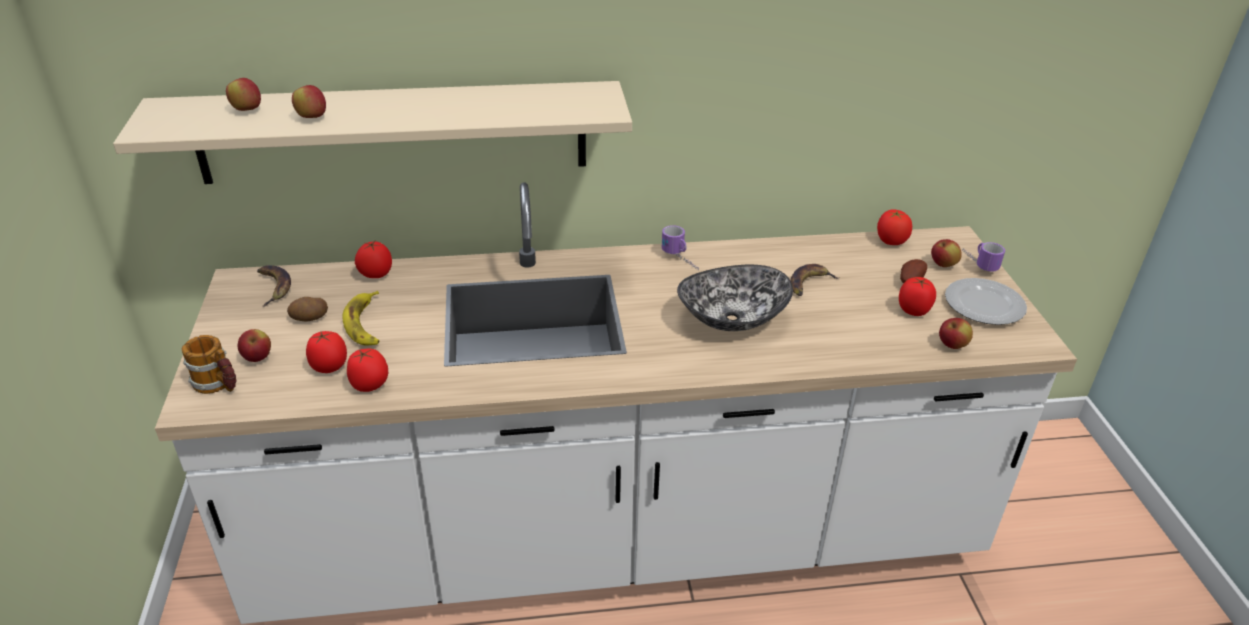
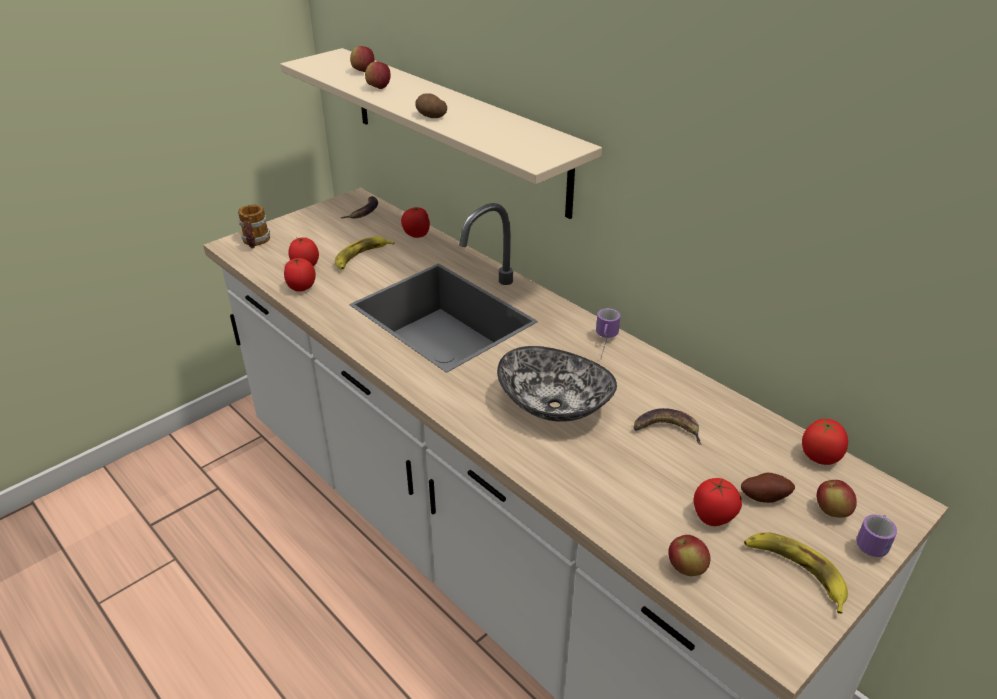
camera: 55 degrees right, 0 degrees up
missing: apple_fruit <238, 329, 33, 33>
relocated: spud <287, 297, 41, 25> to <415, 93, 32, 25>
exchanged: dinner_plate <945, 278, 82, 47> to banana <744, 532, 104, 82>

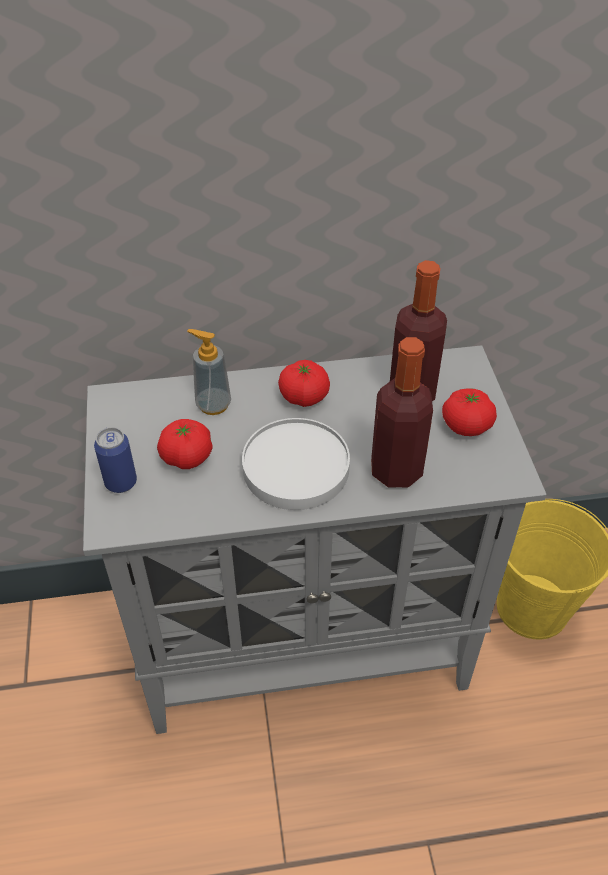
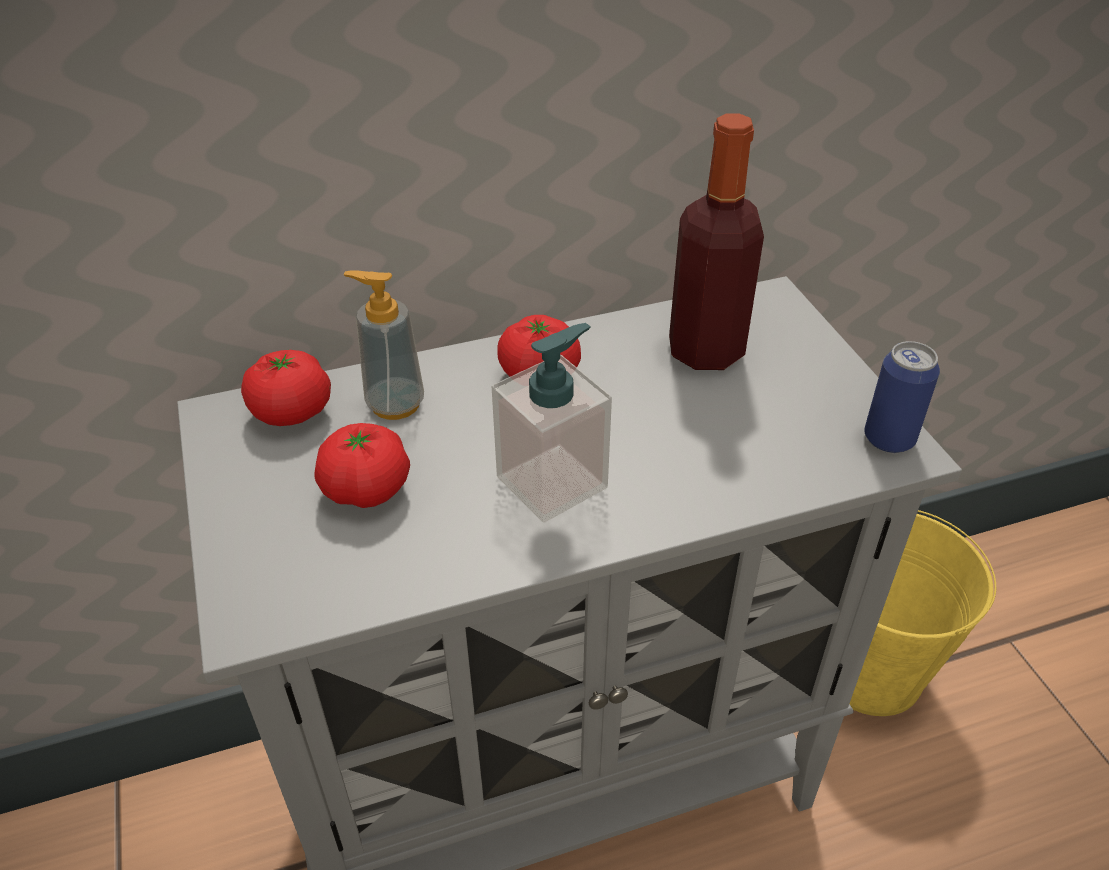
camera: 10 degrees left, 5 degrees down
missing: bottle <371, 337, 62, 151>
relocated: fresh_tomato <442, 388, 55, 48> to <241, 350, 90, 76>; metal_can <94, 427, 43, 66> to <864, 341, 76, 113>
exchanged: whitish_dinner_plate <242, 418, 108, 92> to soap_dispenser <492, 323, 120, 200>

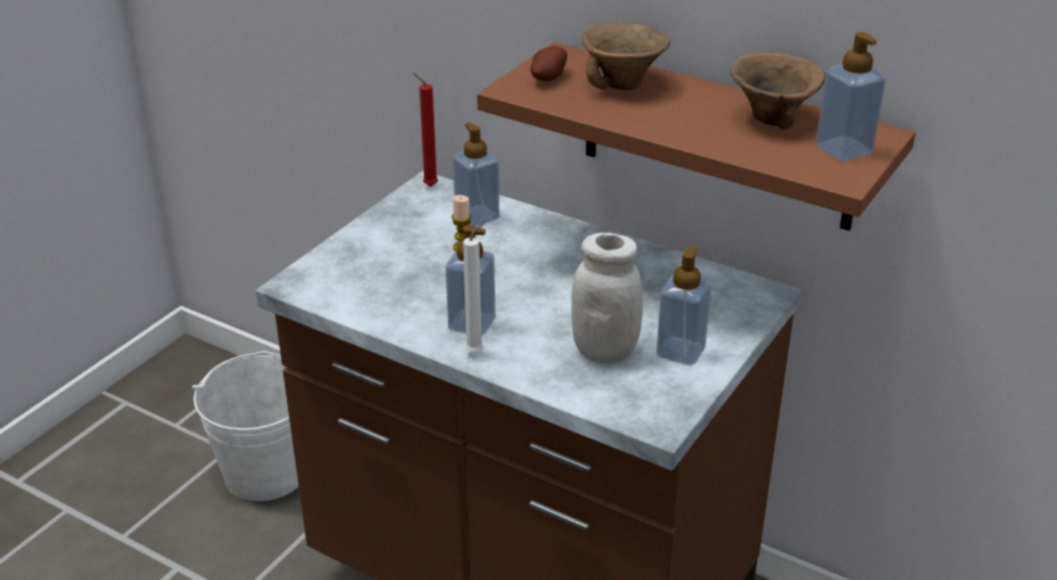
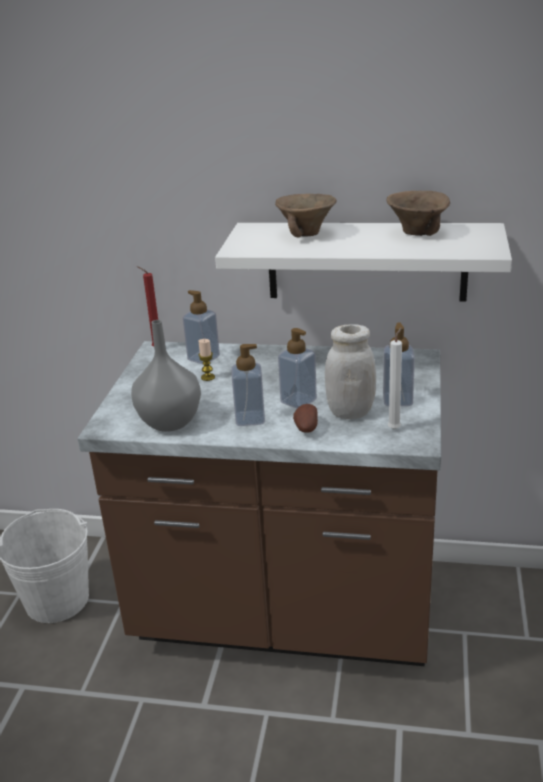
camera: 20 degrees left, 5 degrees down
appeared: grey_vase <131, 320, 70, 112>
relocated: soap_dispenser <816, 32, 70, 130> to <278, 328, 39, 81>; spud <530, 46, 37, 35> to <293, 404, 25, 29>; whitish_wax_light <463, 222, 21, 131> to <387, 328, 15, 102>
colour: brownish_shelf <477, 42, 439, 189> to whitish_shelf <215, 223, 297, 79>

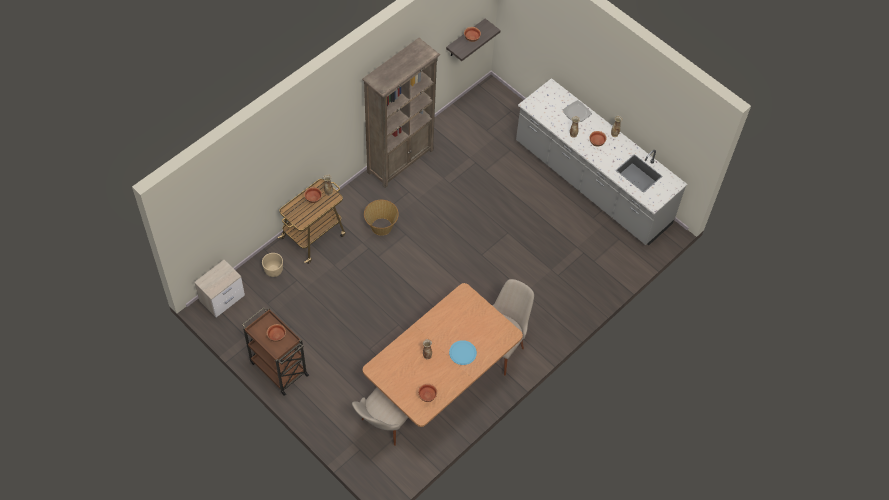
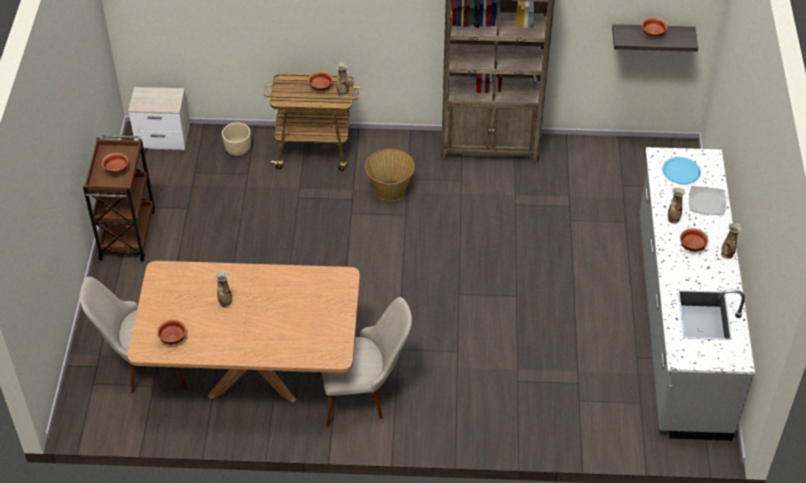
camera: 50 degrees right, 10 degrees down
relocated: blue_dinner_plate <449, 340, 28, 25> to <662, 157, 39, 27>

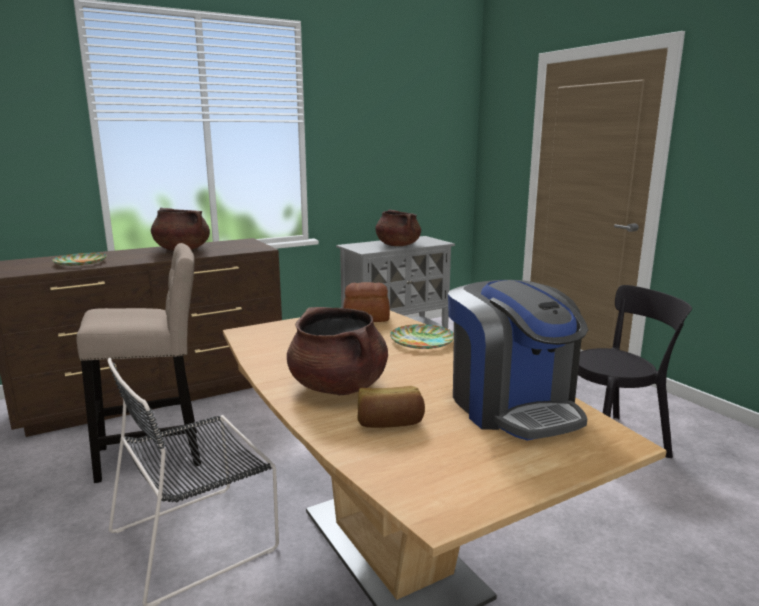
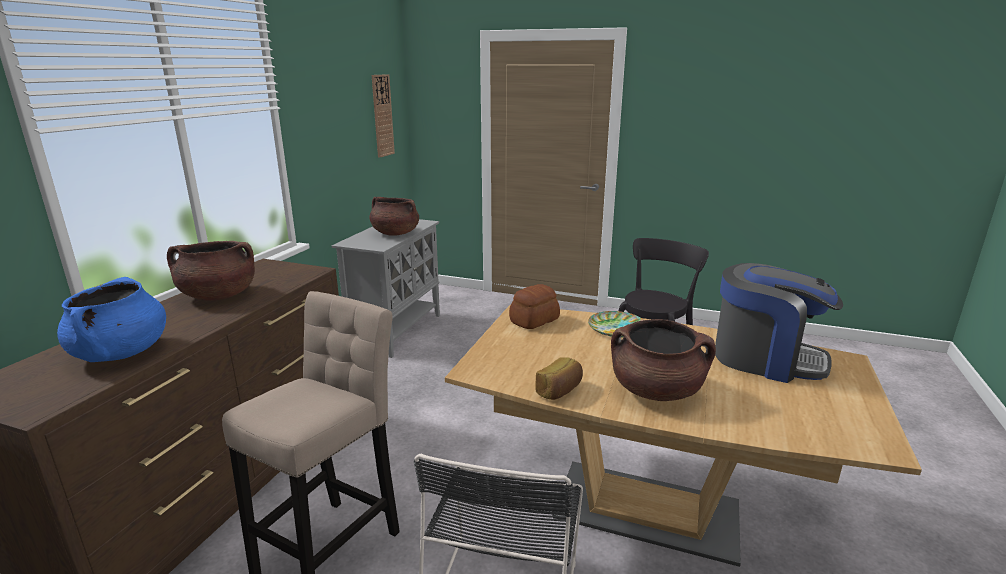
camera: 40 degrees left, 5 degrees up
appeared: wall_clock <372, 74, 23, 84>
relocated: bread <358, 386, 67, 42> to <535, 357, 48, 43>
exchanged: dinner_plate <52, 253, 55, 13> to blue_cooking_pot <57, 277, 109, 85>

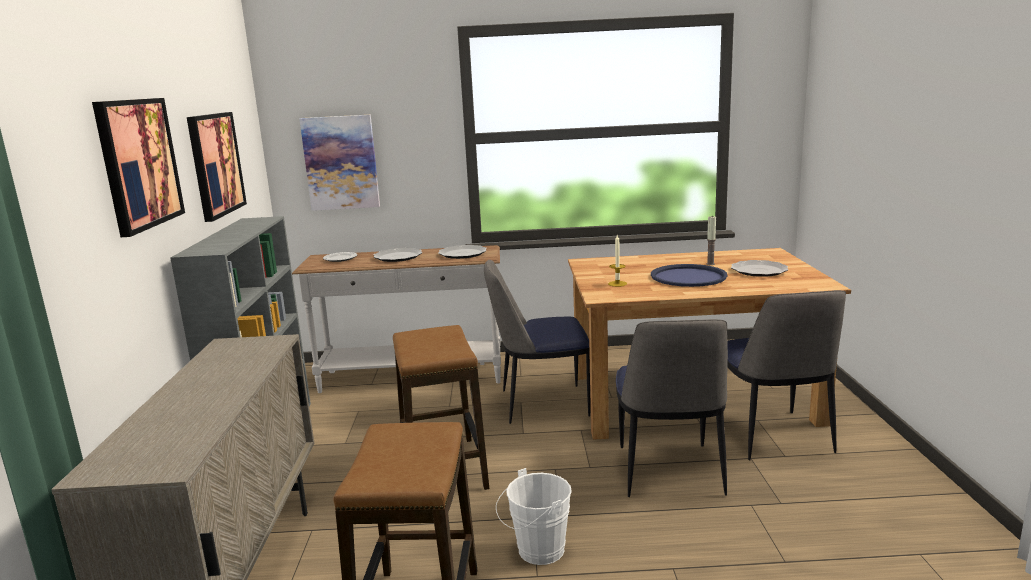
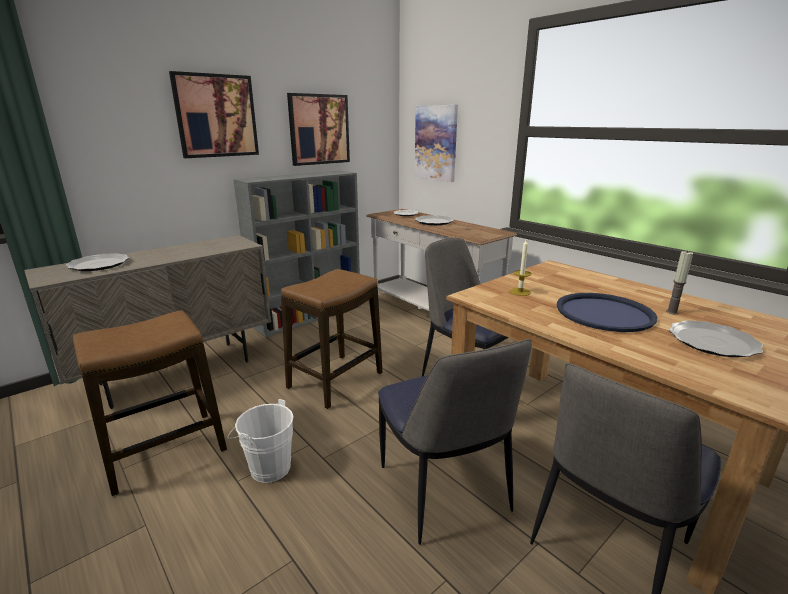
camera: 50 degrees right, 5 degrees up
relocated: dinner_plate <438, 245, 49, 14> to <66, 253, 63, 18>
spun: plain_chair <616, 319, 112, 178> = <378, 339, 154, 206> 75 degrees counterclockwise

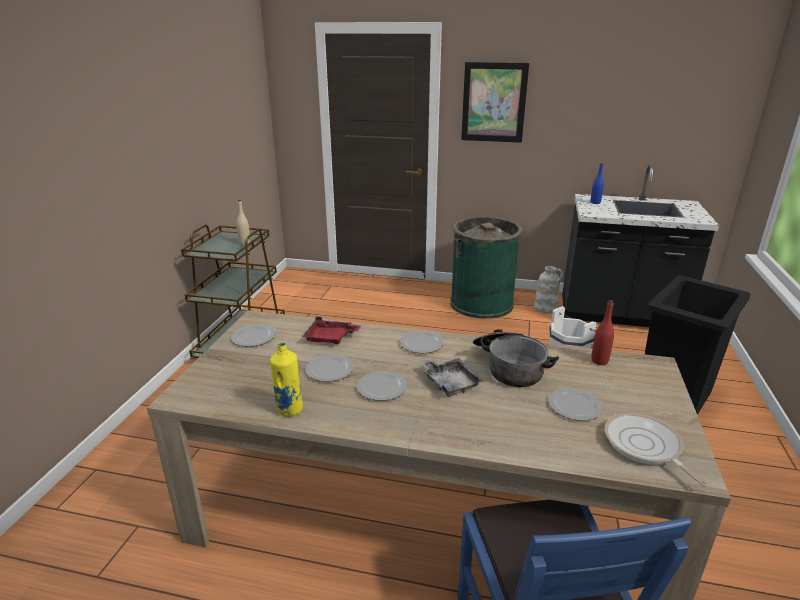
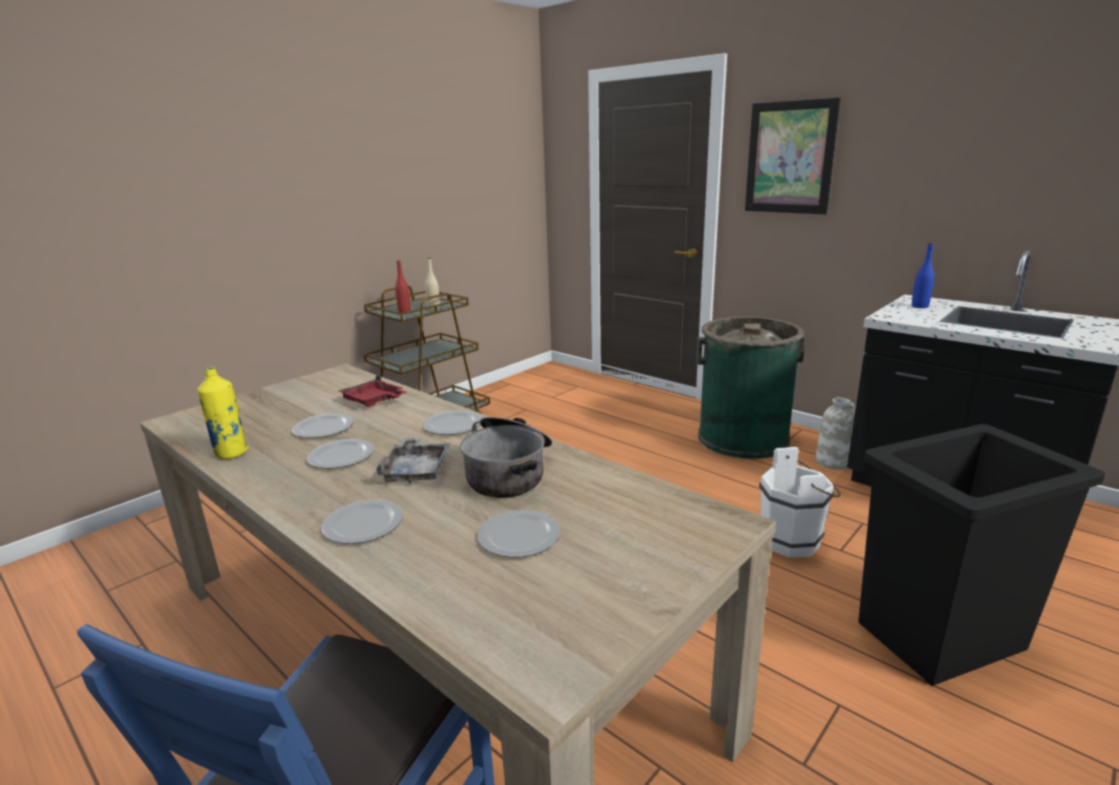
camera: 30 degrees right, 5 degrees down
missing: frying_pan <605, 413, 103, 74>
relocated: dinner_plate <231, 324, 45, 23> to <321, 500, 82, 44>; red_bottle <591, 300, 23, 65> to <395, 260, 16, 53>

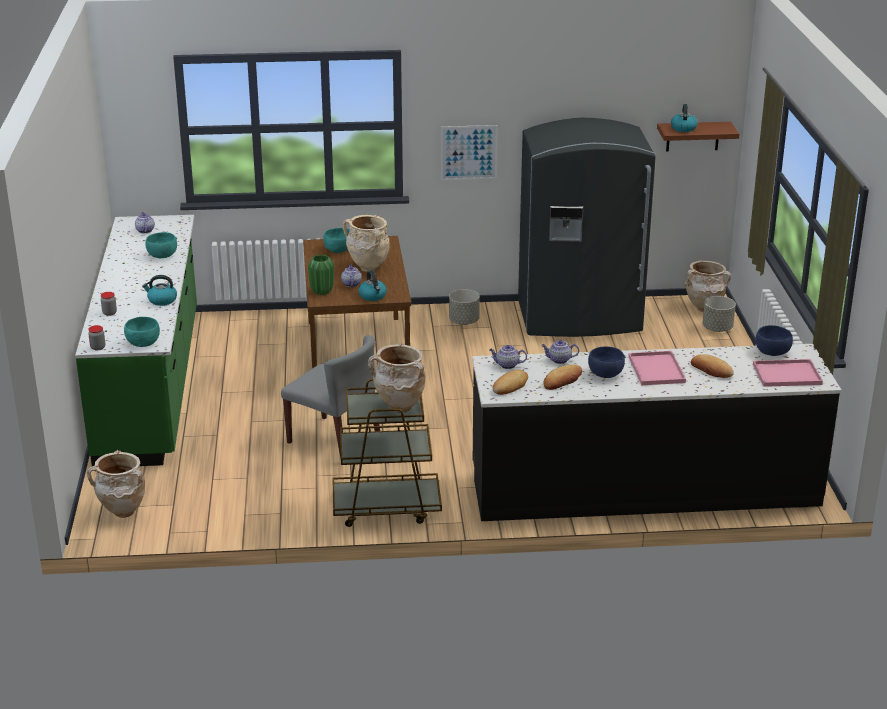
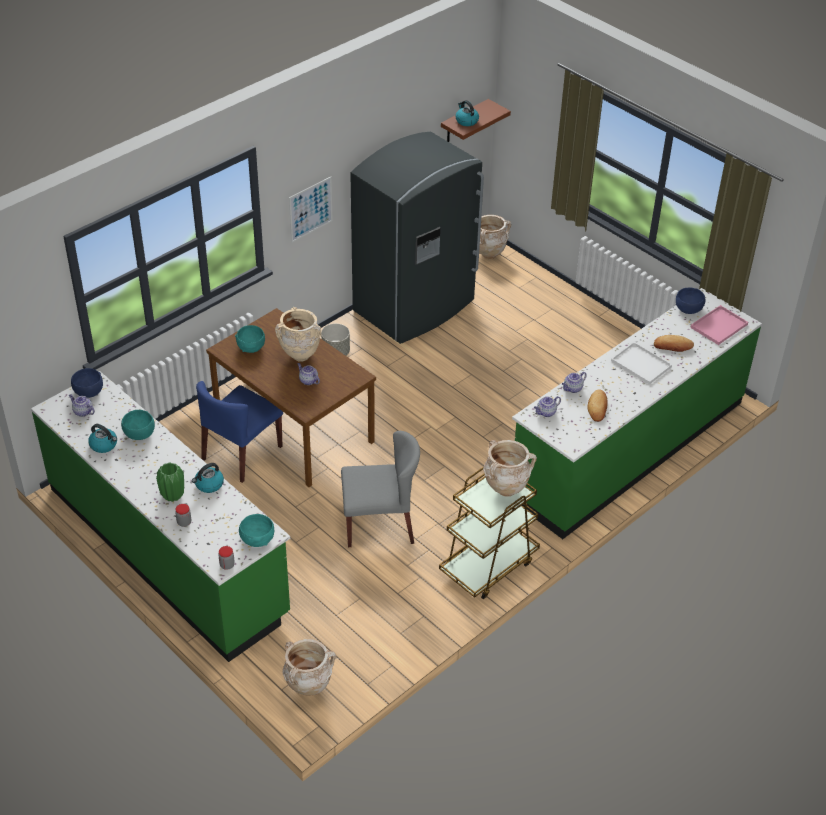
camera: 40 degrees left, 15 degrees up
missing: bread <493, 370, 35, 25>; grey_flower_pot <703, 296, 33, 36>
appeared: blue_plain_chair <196, 381, 87, 102>
relocated: blue_serving_bowl <588, 346, 38, 32> to <71, 368, 32, 30>; kettle <358, 271, 29, 30> to <88, 424, 29, 29>; greenish_vase <308, 255, 26, 40> to <156, 462, 28, 40>
colour: black_counter <472, 344, 369, 177> to greenish_counter <512, 288, 250, 251>; pink-coloured_serving_tray <628, 351, 58, 34> to whitish_serving_tray <611, 342, 61, 43>

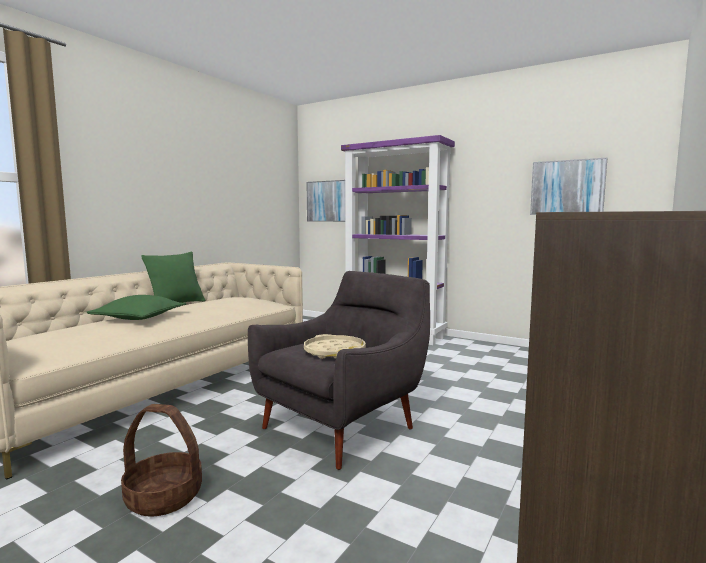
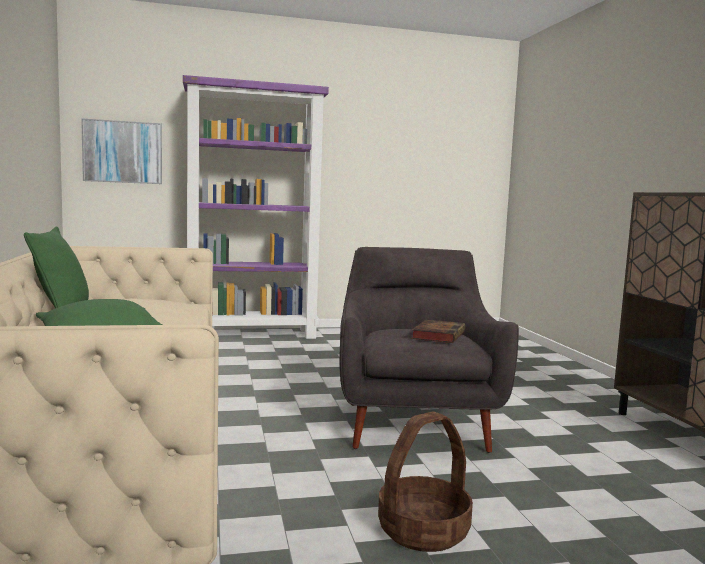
camera: 45 degrees left, 0 degrees up
missing: wall_art <530, 158, 77, 57>
exchanged: sand-coloured_serving_tray <304, 334, 62, 25> to book <411, 319, 54, 24>

